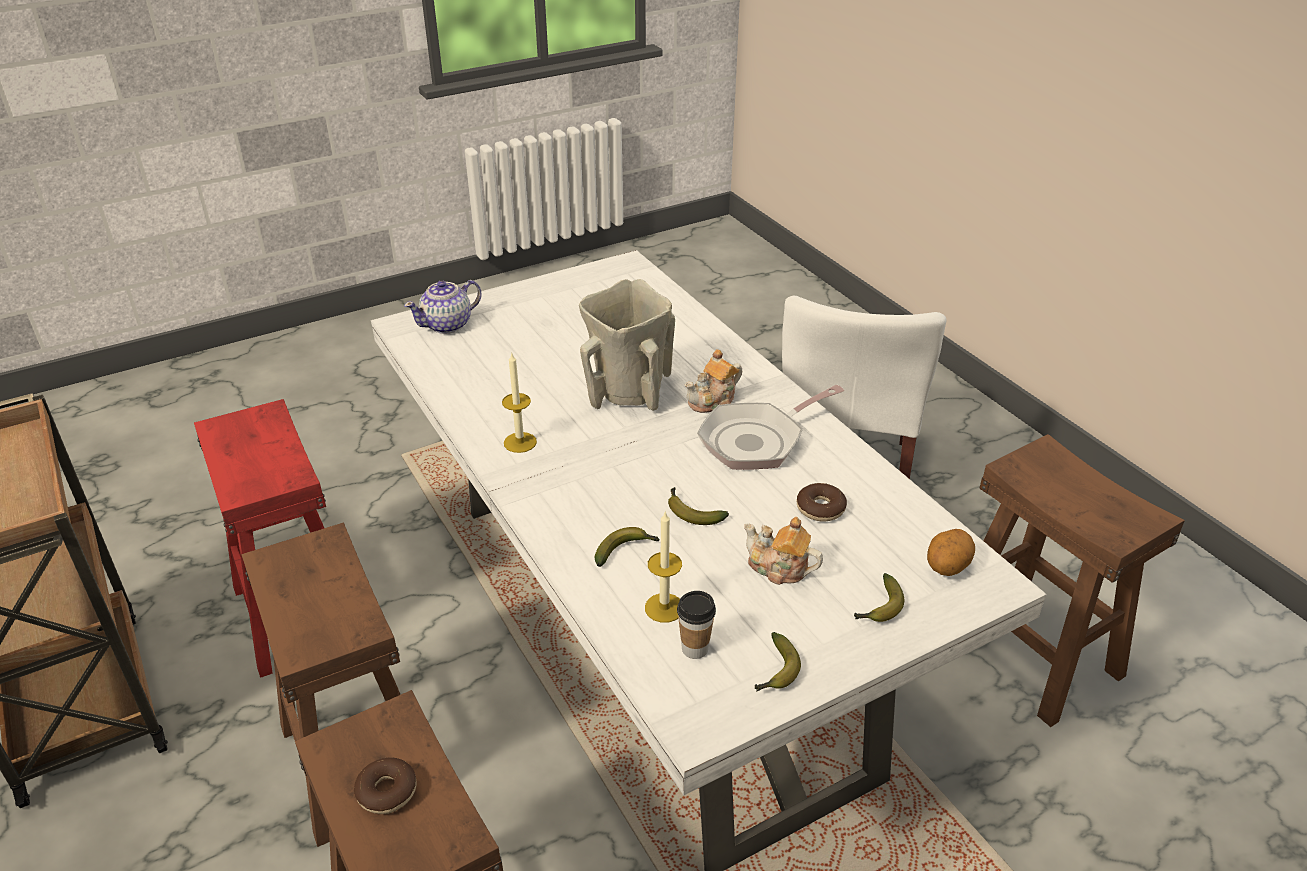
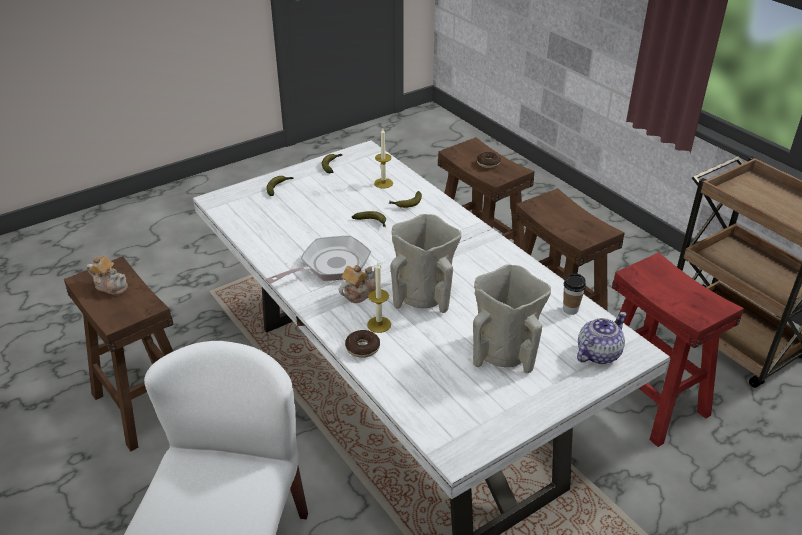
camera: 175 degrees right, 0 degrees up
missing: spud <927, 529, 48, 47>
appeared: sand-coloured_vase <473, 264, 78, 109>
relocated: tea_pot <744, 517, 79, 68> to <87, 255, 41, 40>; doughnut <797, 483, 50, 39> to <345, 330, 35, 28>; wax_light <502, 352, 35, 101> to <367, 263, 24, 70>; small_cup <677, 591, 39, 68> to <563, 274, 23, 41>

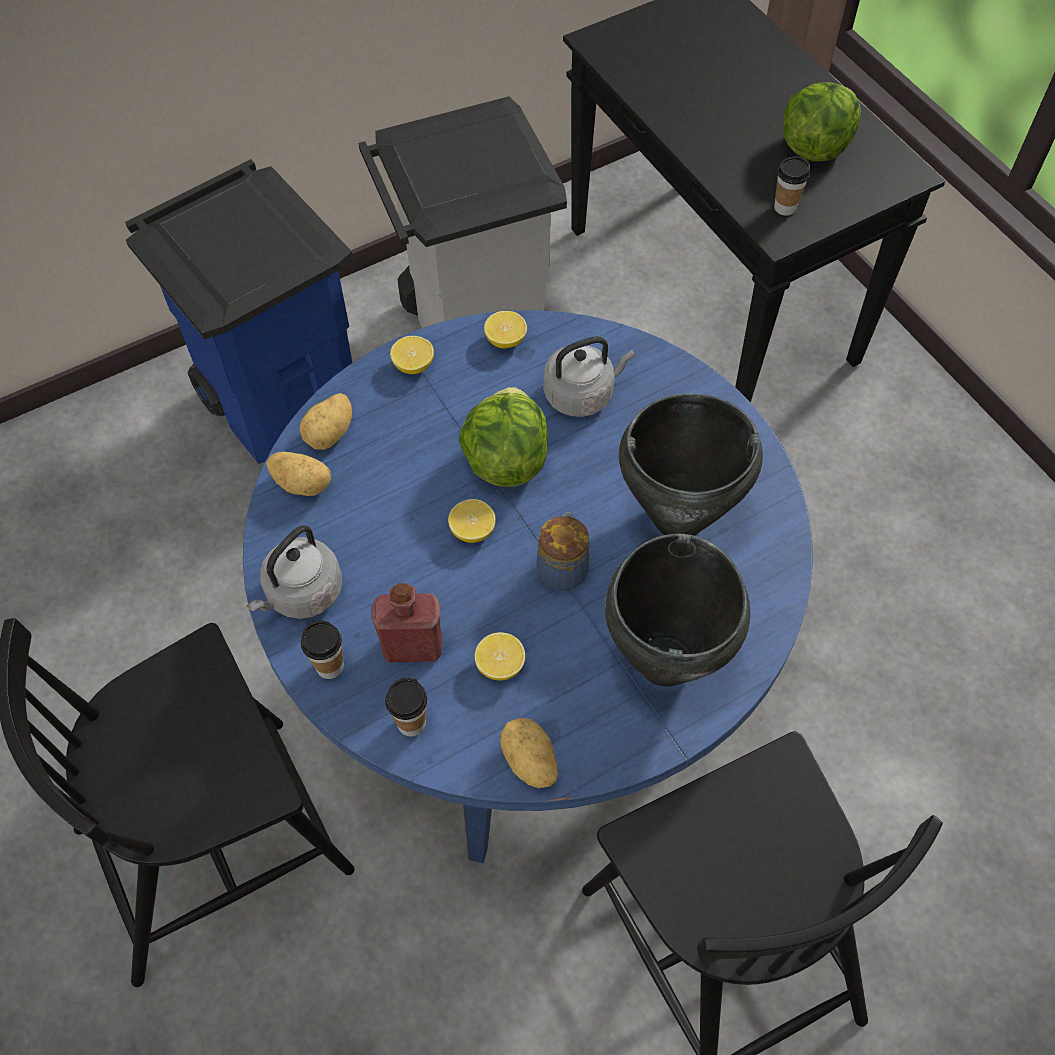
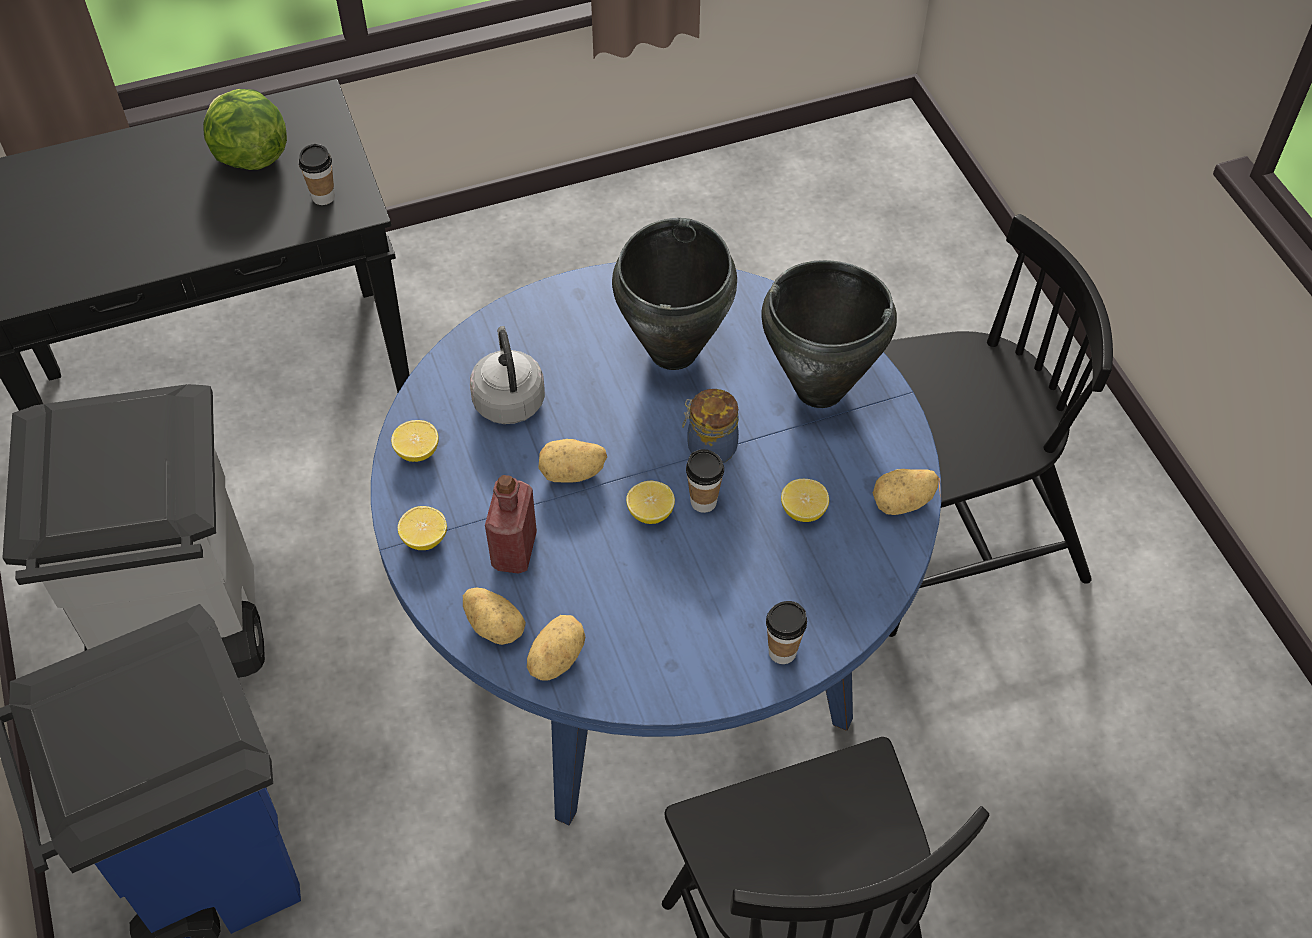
camera: 80 degrees left, 5 degrees down
missing: grey_kettle <247, 525, 95, 94>
relocated: red_bottle <371, 583, 71, 80> to <485, 475, 52, 98>; small_cup <385, 678, 42, 59> to <686, 449, 38, 64>
exchanged: lettuce <458, 387, 90, 100> to spud <539, 439, 68, 44>

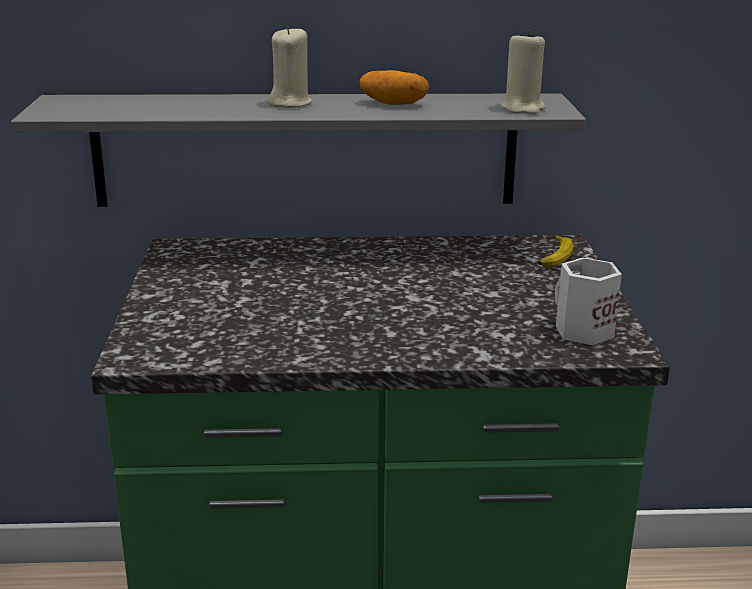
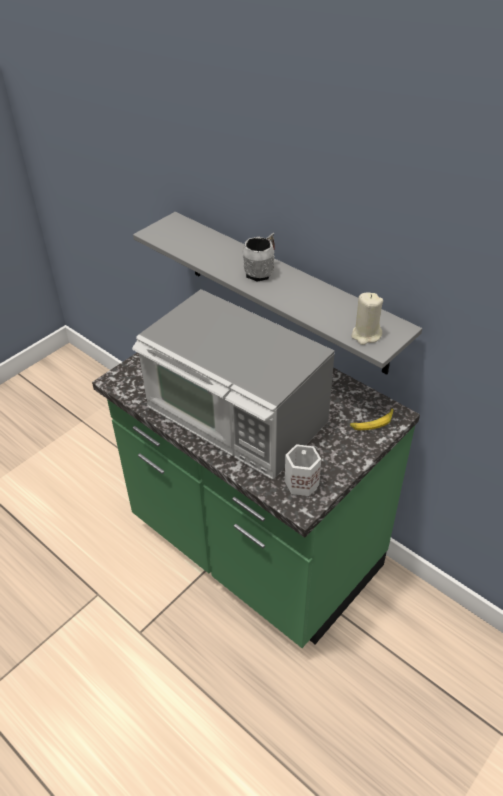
camera: 45 degrees right, 20 degrees up
missing: spud <359, 70, 70, 35>
appeared: microwave_oven <132, 289, 203, 190>
exchanged: sand-coloured_wax_light <268, 26, 45, 82> to grey_tea_mug <242, 233, 33, 49>

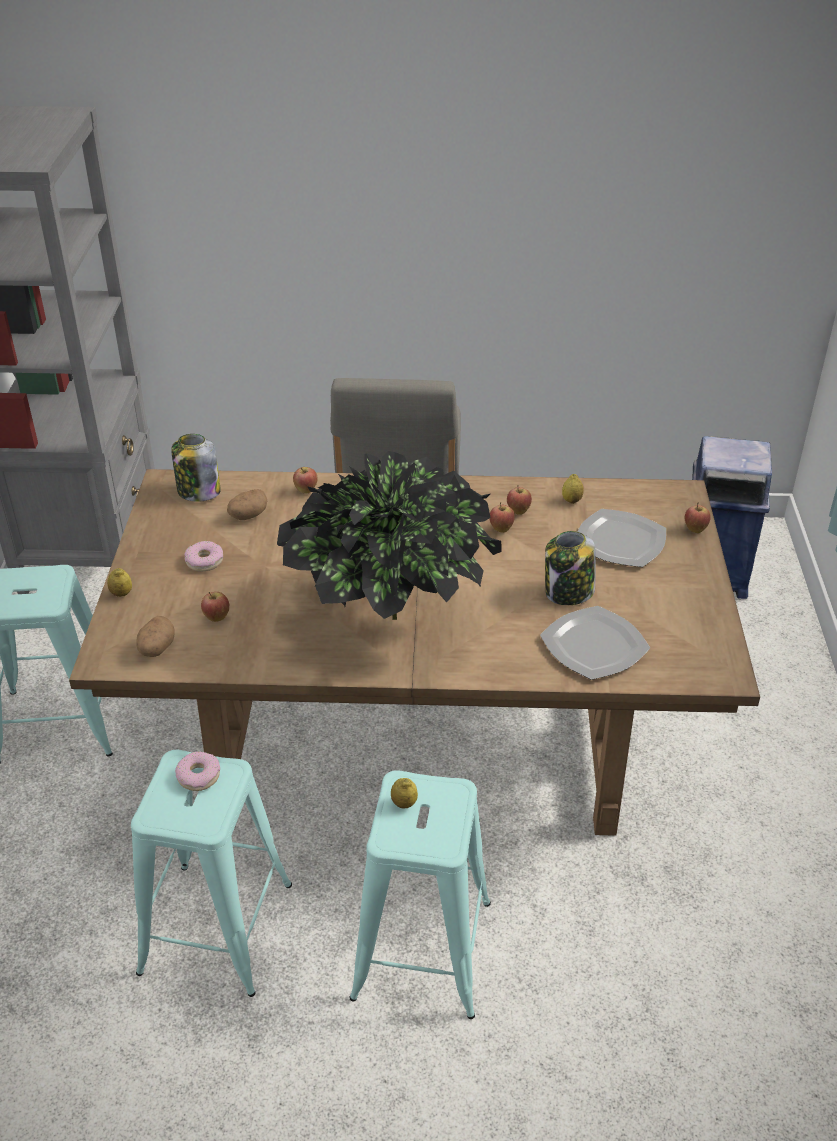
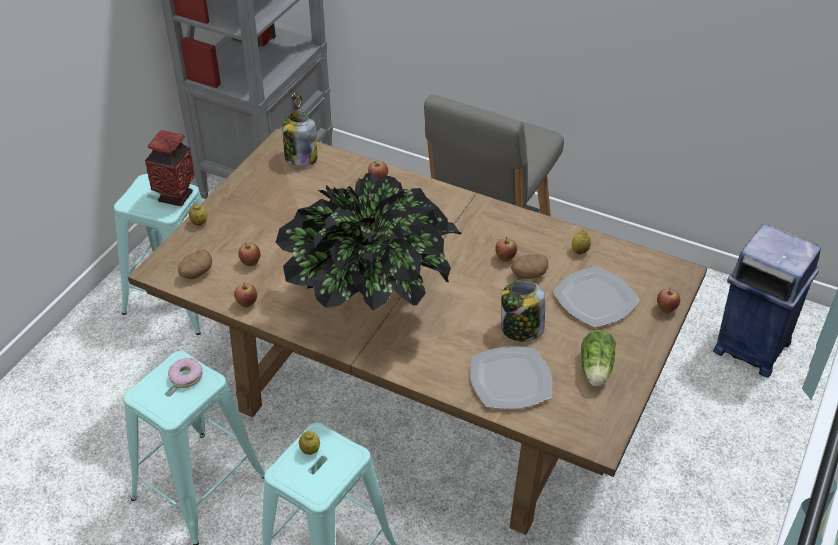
camera: 25 degrees right, 5 degrees up
missing: doughnut <185, 541, 38, 30>
appeared: vase <145, 130, 50, 76>; lettuce <581, 330, 35, 57>
relocated: apple_fruit <507, 485, 25, 30> to <234, 282, 23, 26>; spud <227, 489, 40, 31> to <511, 254, 37, 25>

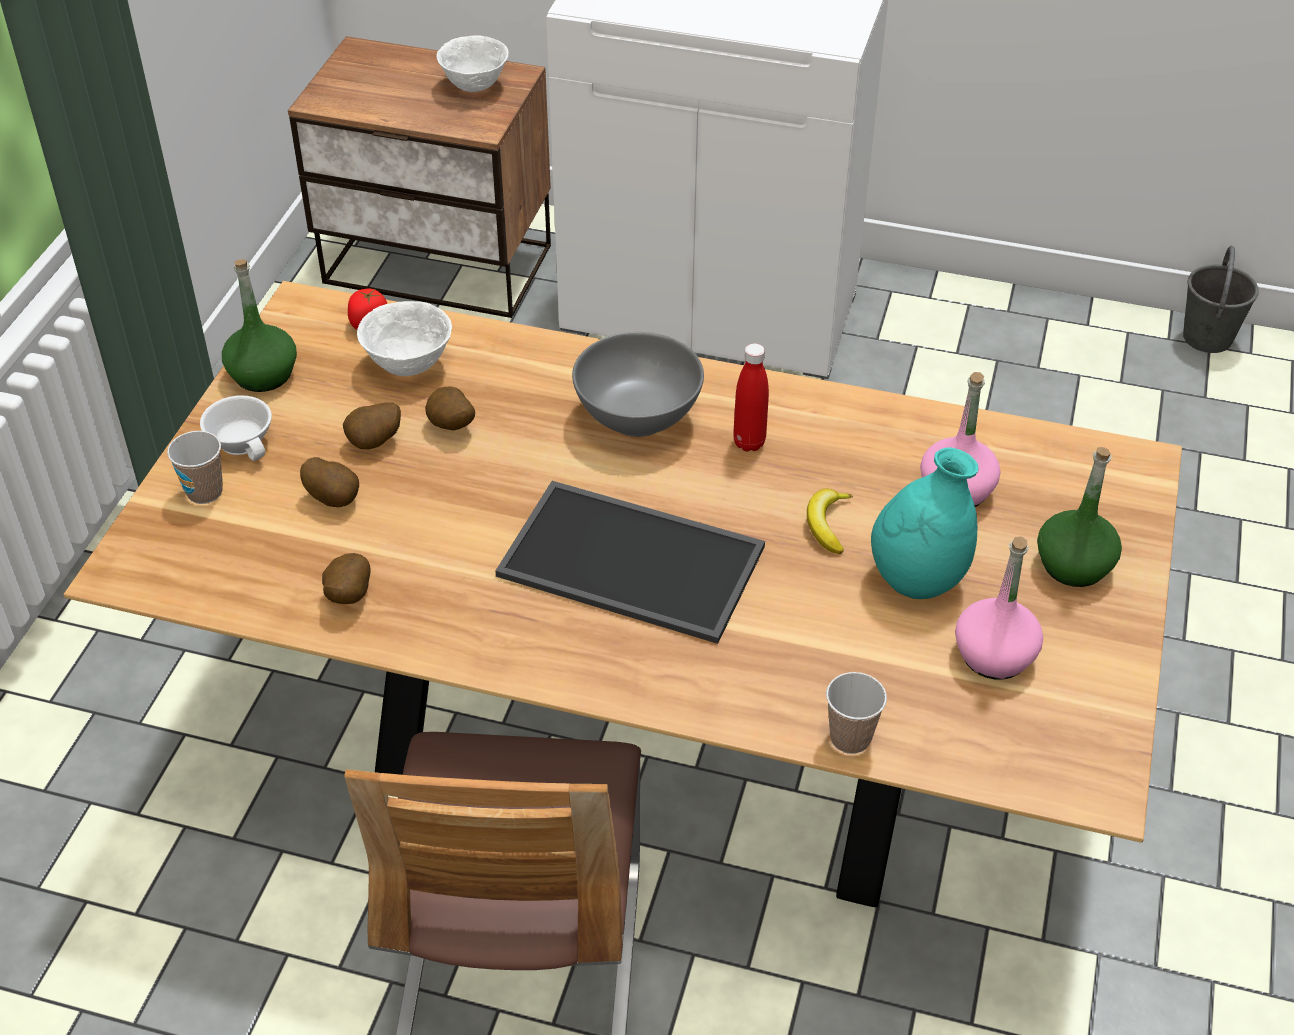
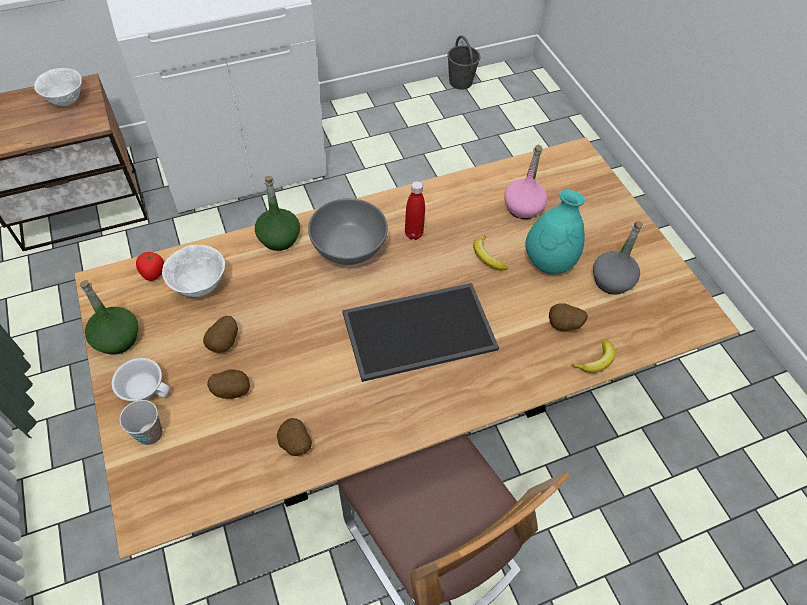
camera: 40 degrees left, 10 degrees up
relocated: greenish_bottle <1037, 447, 85, 140> to <255, 176, 45, 75>; spud <425, 386, 50, 45> to <549, 303, 39, 28>
exchanged: small_cup <826, 672, 61, 82> to banana <571, 340, 44, 33>
colour: pink-coloured_bottle <955, 536, 88, 143> to grey_bottle <593, 221, 50, 74>

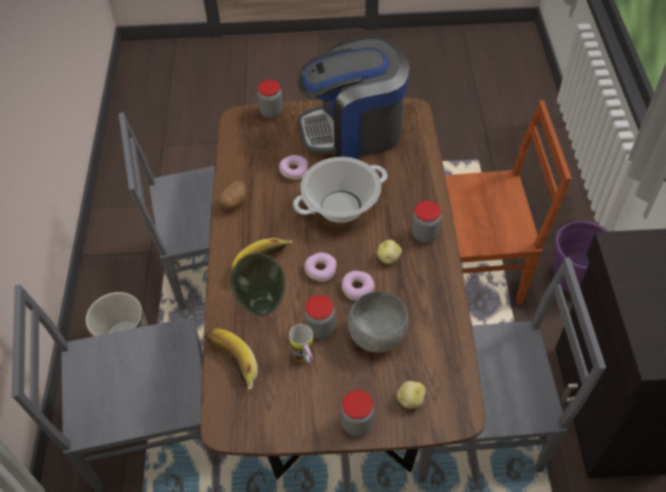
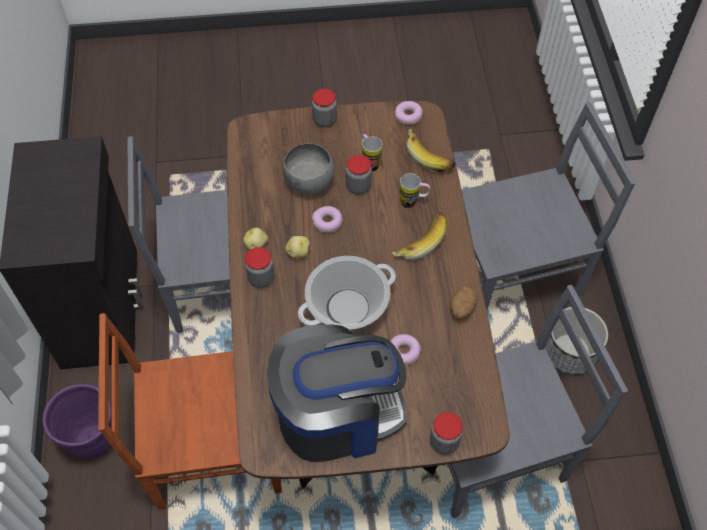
camera: 175 degrees right, 5 degrees up
relocated: spud <397, 381, 29, 28> to <243, 228, 25, 22>; doughnut <304, 253, 33, 29> to <395, 101, 28, 24>
exchanged: vase <230, 252, 56, 65> to tea_mug <400, 173, 30, 35>

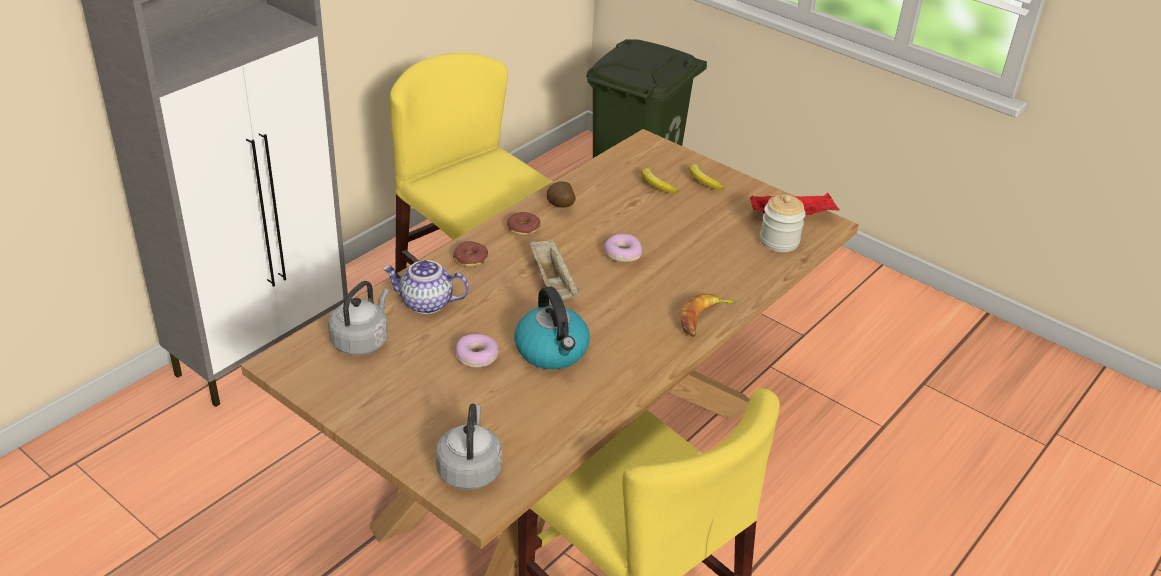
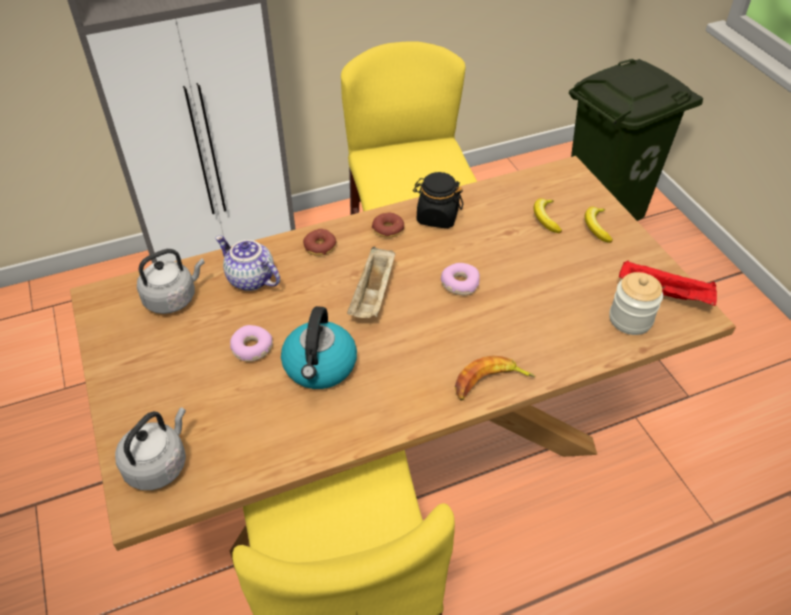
camera: 30 degrees right, 10 degrees up
exchanged: spud <547, 181, 29, 27> to black_jar <413, 172, 50, 56>

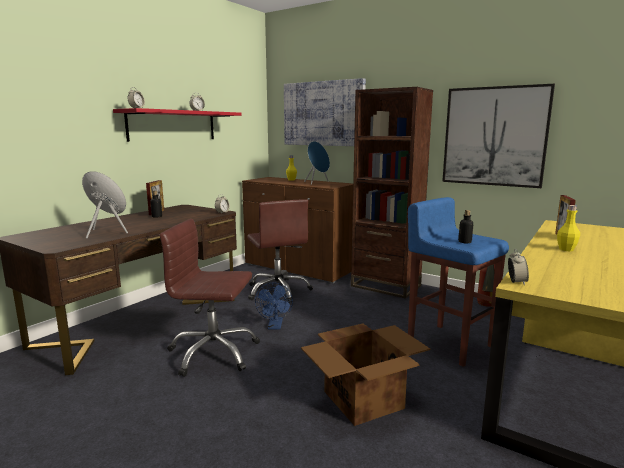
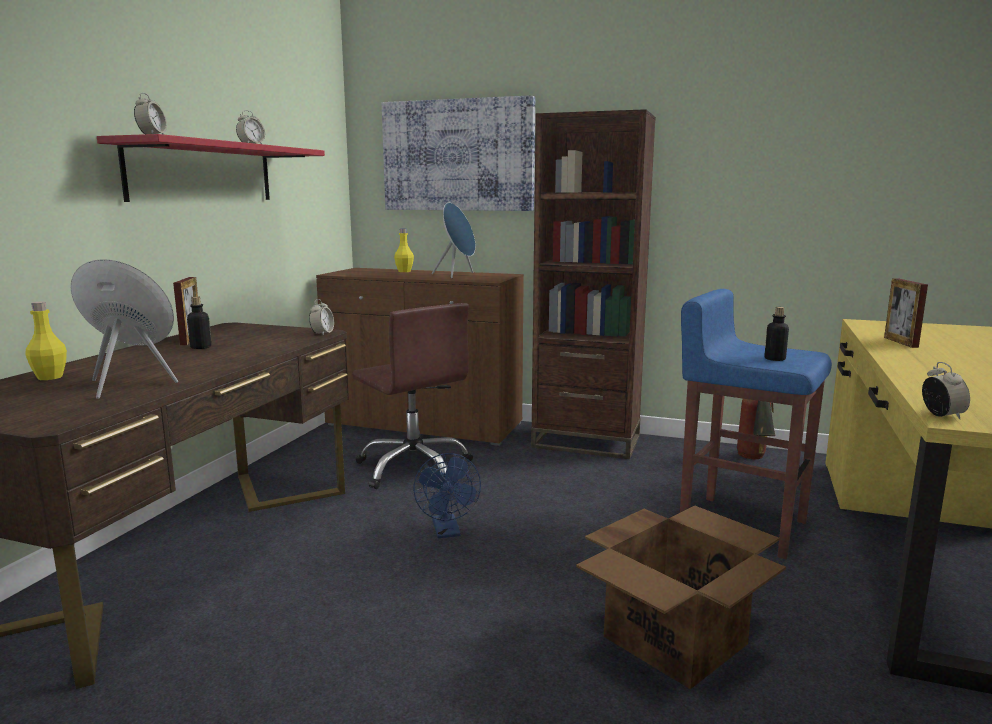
camera: 15 degrees left, 0 degrees up
missing: brownish_desk_chair <160, 219, 100, 158>; wall_art <442, 84, 113, 104>
relocated: yellow-coloured_bottle <557, 205, 23, 46> to <26, 302, 41, 78>

